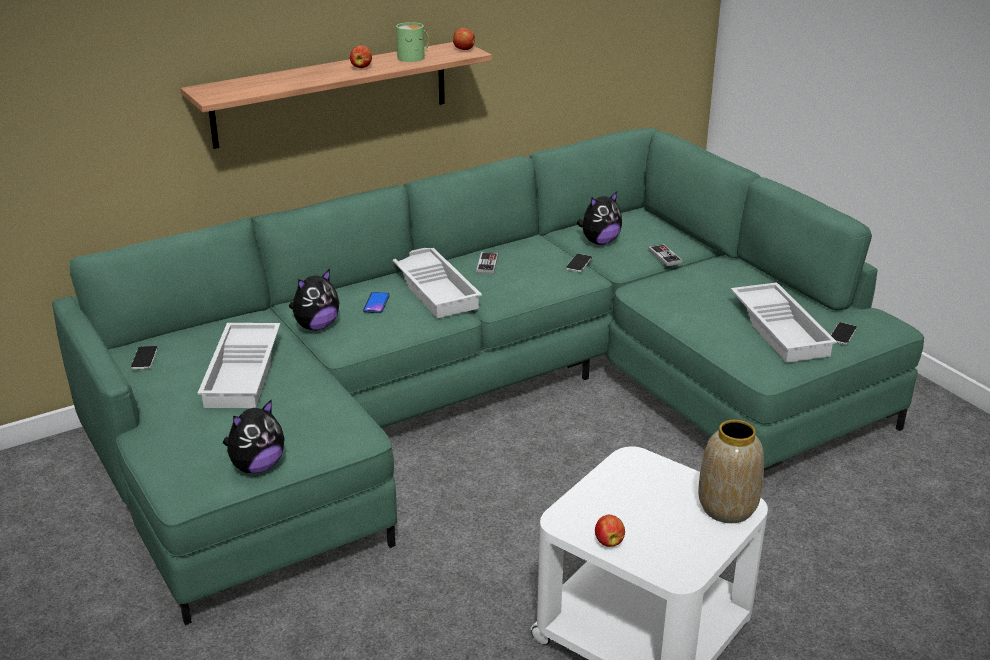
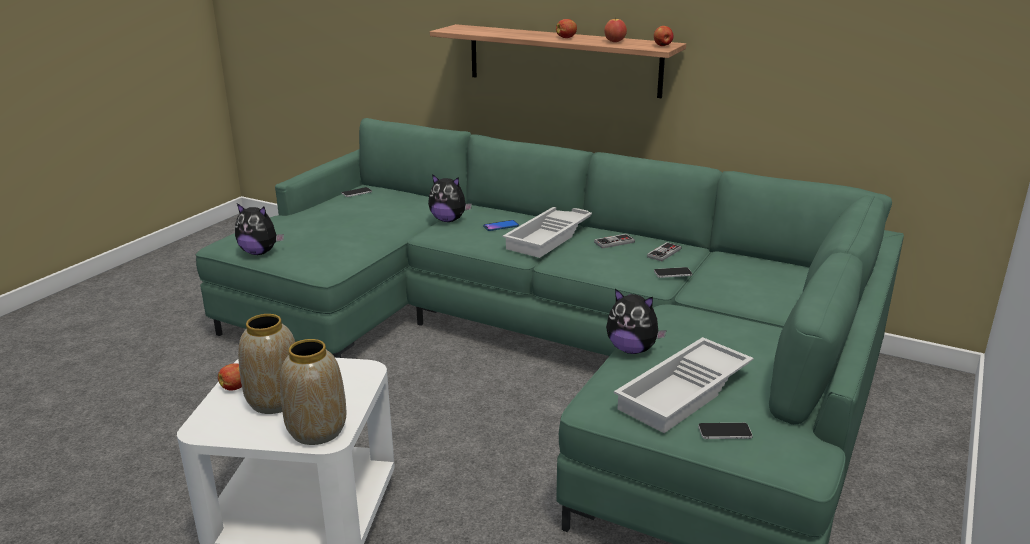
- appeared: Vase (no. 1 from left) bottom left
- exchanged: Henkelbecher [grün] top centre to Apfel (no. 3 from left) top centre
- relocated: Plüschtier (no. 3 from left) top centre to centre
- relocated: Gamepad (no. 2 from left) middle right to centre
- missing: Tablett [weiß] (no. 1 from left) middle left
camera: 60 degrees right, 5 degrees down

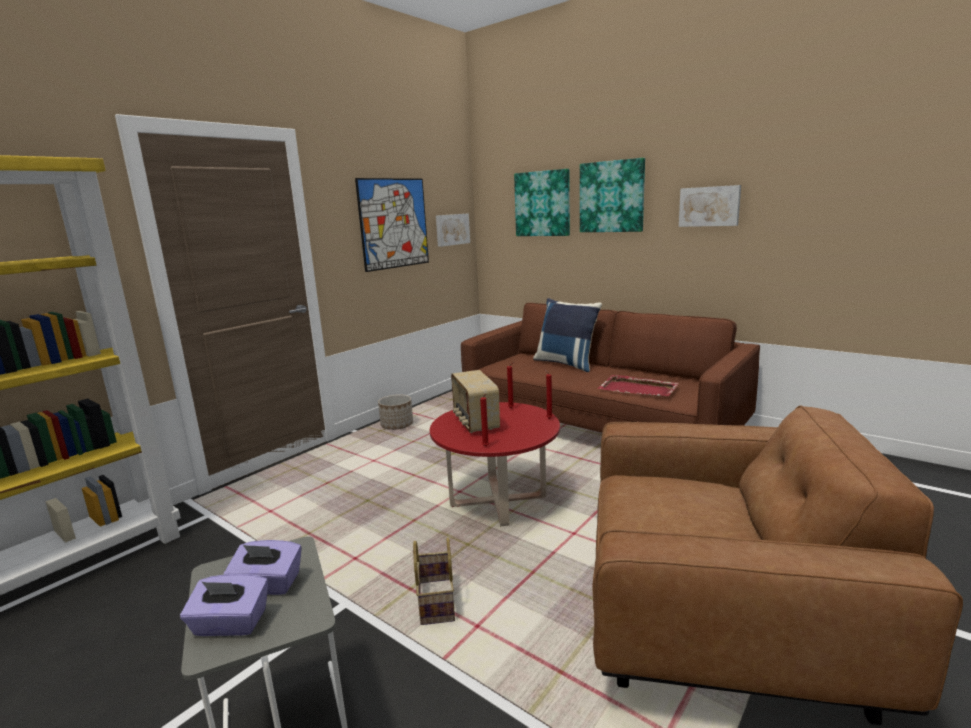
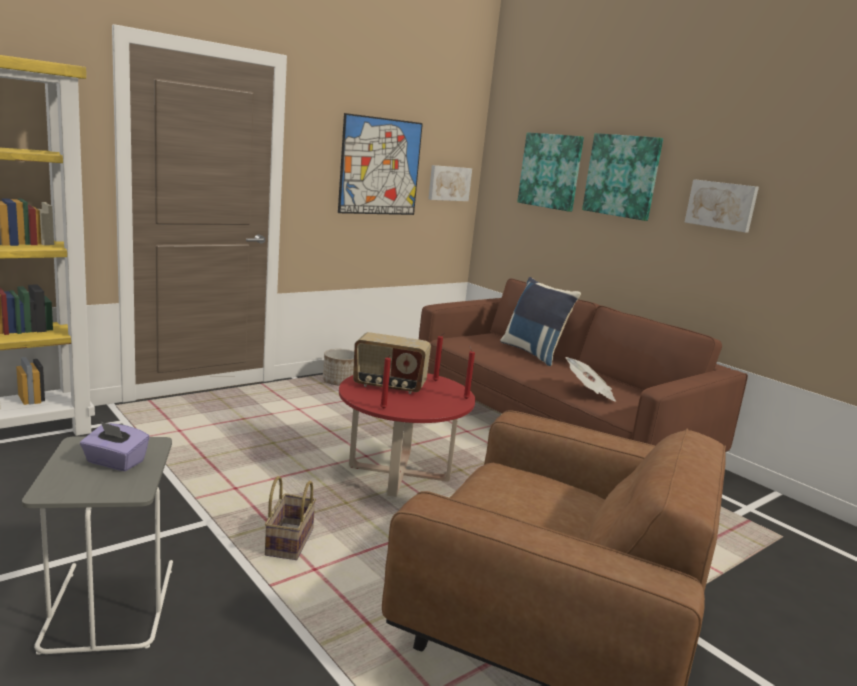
- spun: Radio centre = centre 75 degrees counterclockwise
- exchanged: Tablett [rot] centre to Zeitung middle right
- missing: Taschentuchbox [lila] (no. 1 from left) bottom left
camera: 10 degrees right, 0 degrees up

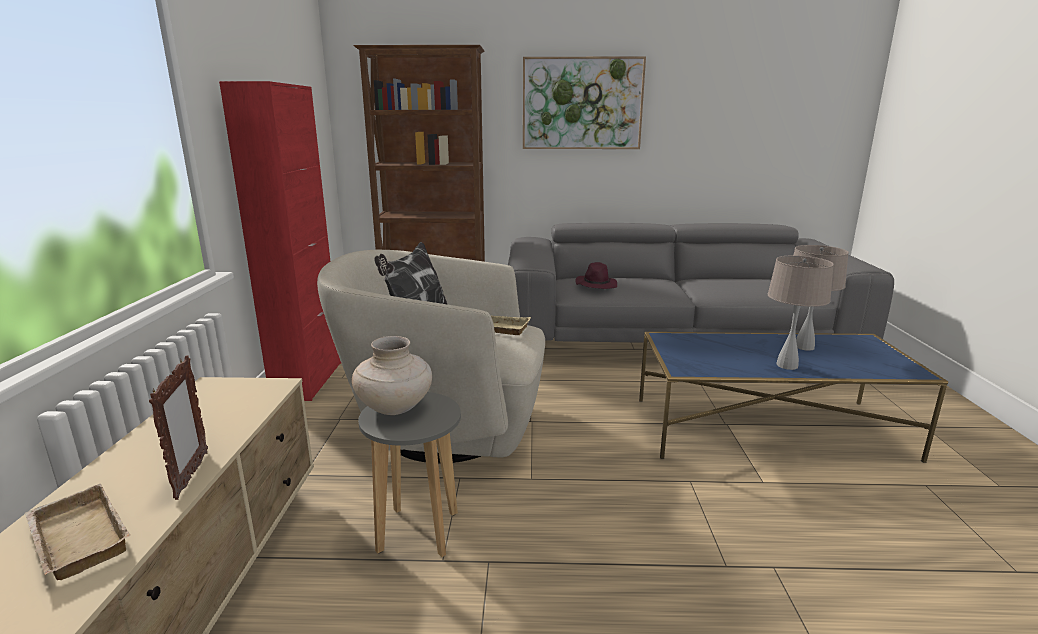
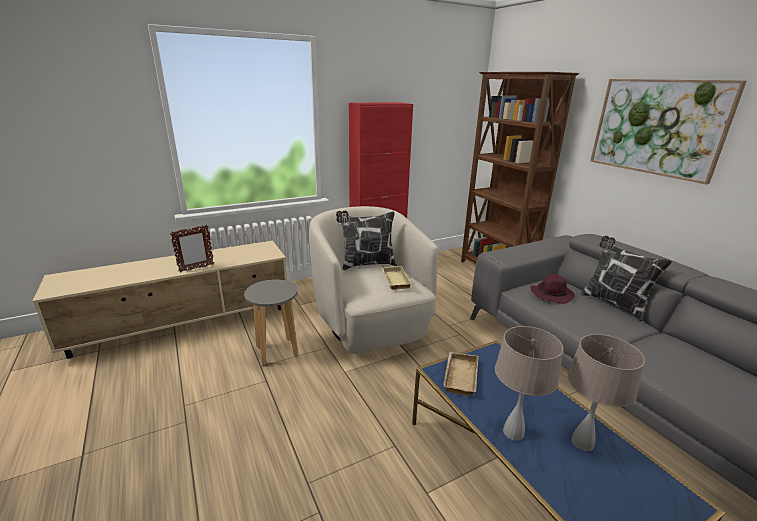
- relocated: Tablett [beige] (no. 1 from left in the first image) bottom left to Tablett [beige] (no. 2 from left) bottom centre
- appeared: Kissen (no. 2 from left) middle right
- missing: Vase [beige] centre
camera: 60 degrees right, 5 degrees up

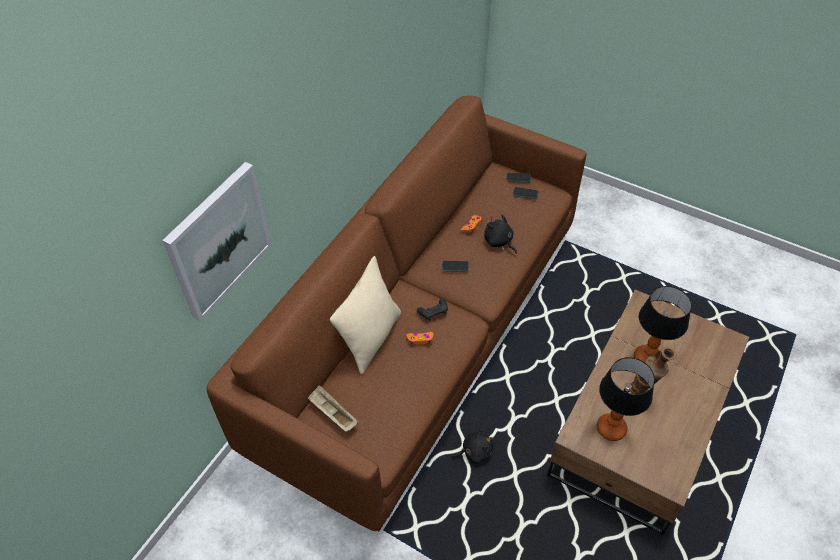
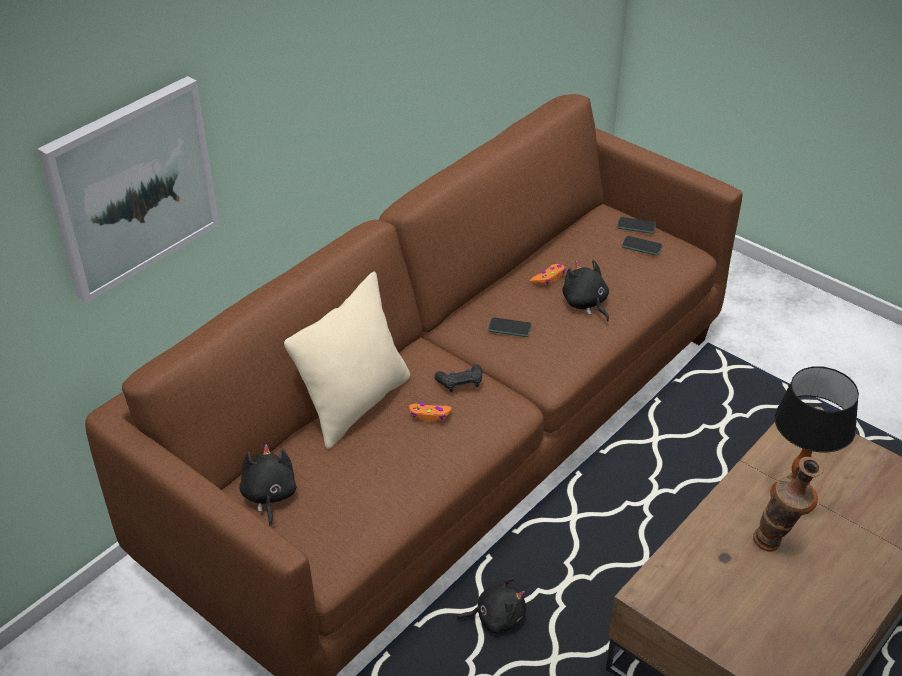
- exchanged: Tablett [beige] bottom centre to Plüschtier [schwarz] (no. 1 from left) bottom left
- missing: Tischlampe (no. 1 from left) bottom right
camera: 10 degrees right, 10 degrees down

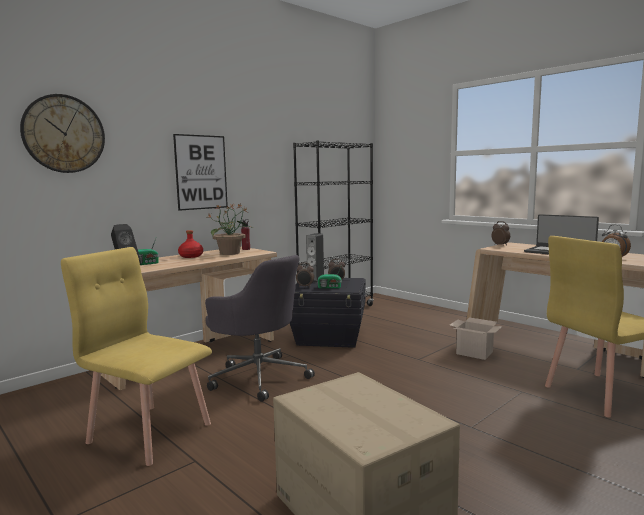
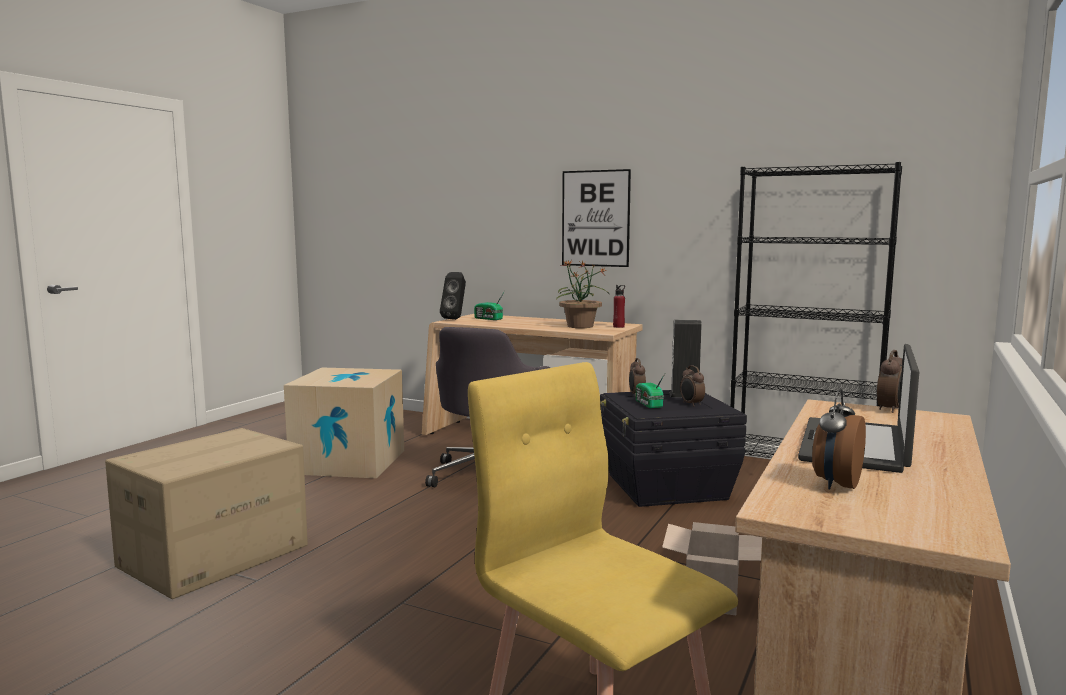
- exchanged: Stuhl [gelb] (no. 1 from left) bottom left to Karton (no. 2 from left) middle left
- missing: Wanduhr top left
- missing: Flasche [rot] (no. 1 from left) middle left
camera: 70 degrees right, 0 degrees up

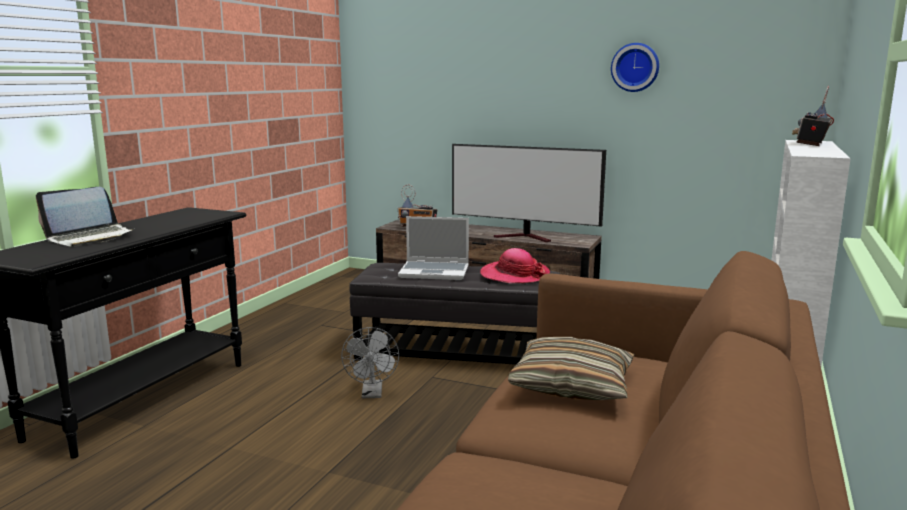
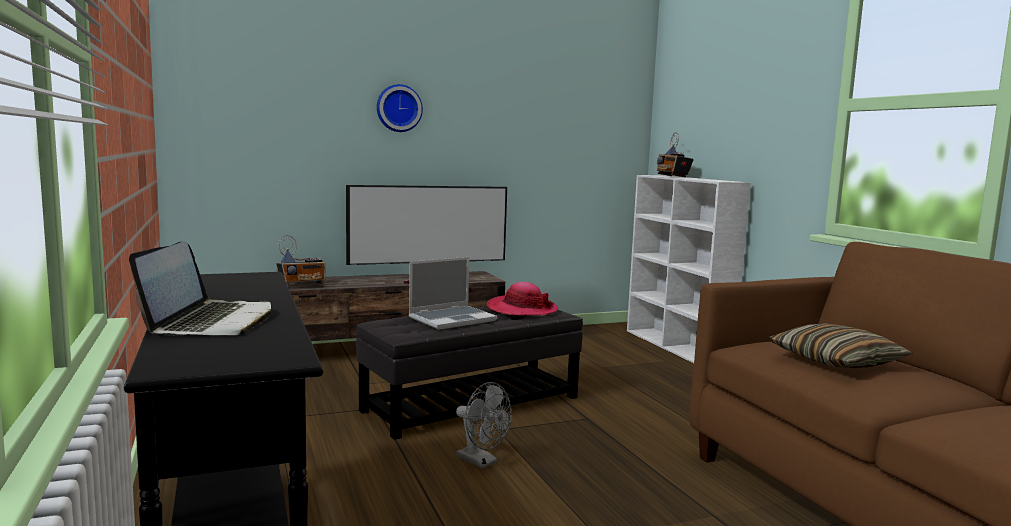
- relocated: Wanduhr top right to top centre
camera: 45 degrees left, 5 degrees down

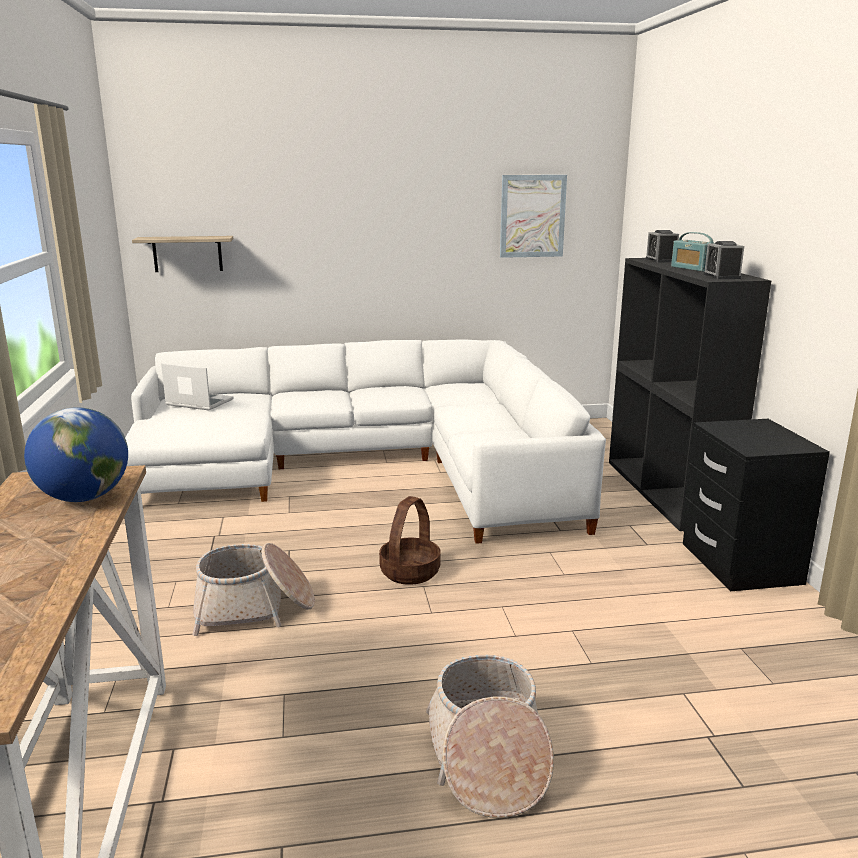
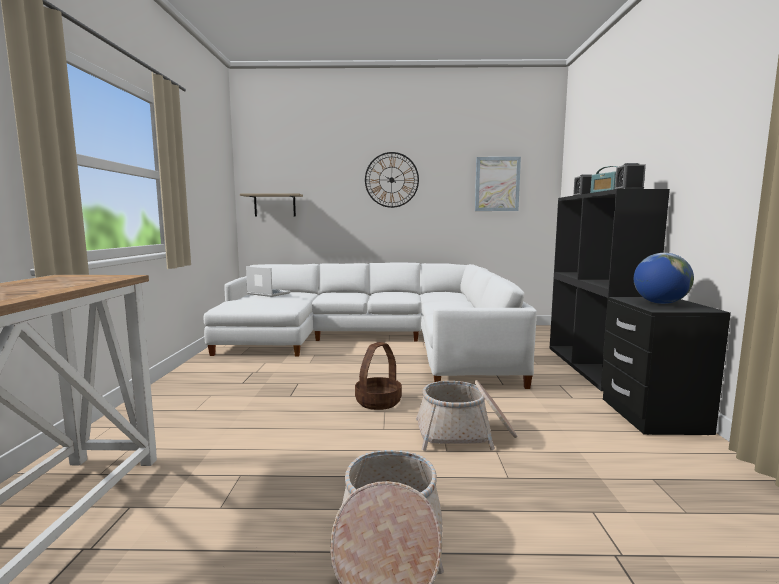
- appeared: Wanduhr top centre
- relocated: Korb (no. 1 from left in the first image) bottom left to Korb (no. 3 from left) bottom centre
- relocated: Globus middle left to middle right
camera: 10 degrees right, 10 degrees down

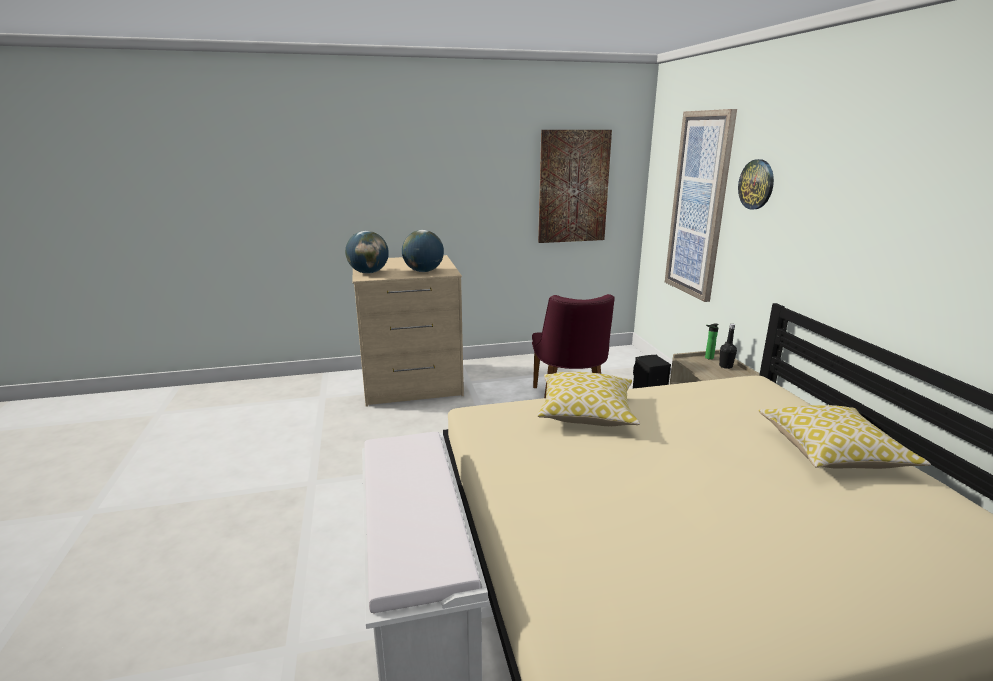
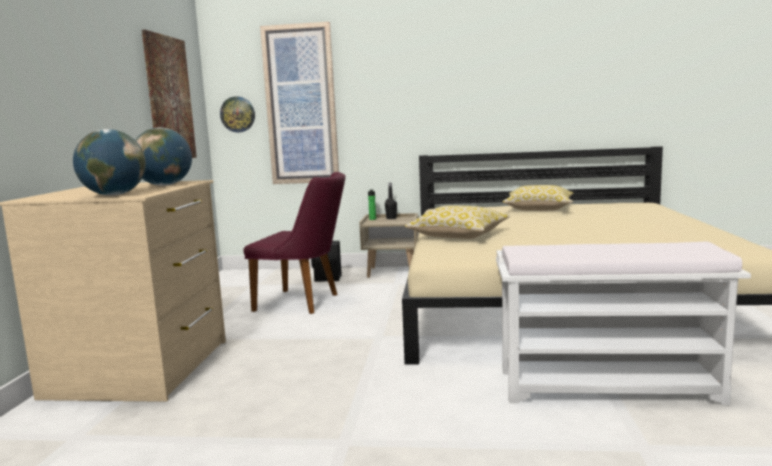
- relocated: Wanduhr top right to top left
camera: 70 degrees left, 10 degrees down

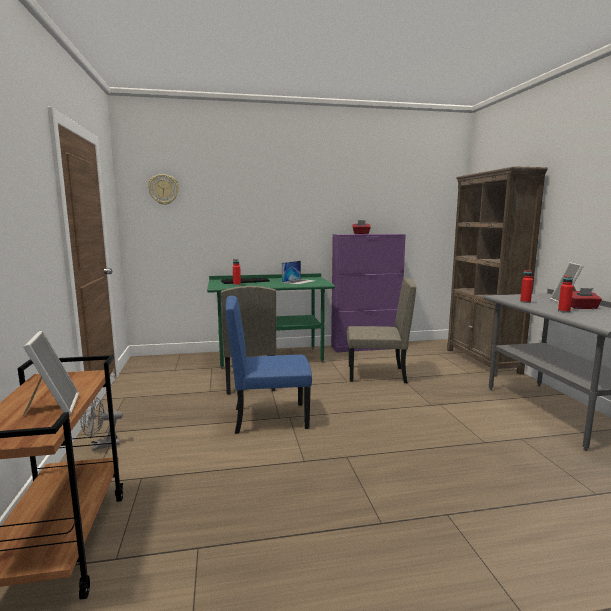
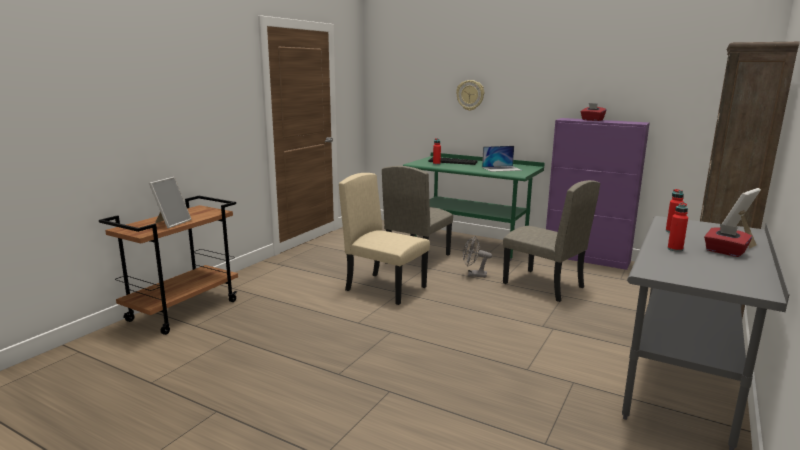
- colour: Stuhl [blau] centre to Stuhl [beige] (no. 1 from left) centre
- relocated: Wanduhr top left to top centre
- relocated: Ventilator [grau] bottom left to centre
camera: 40 degrees right, 5 degrees up

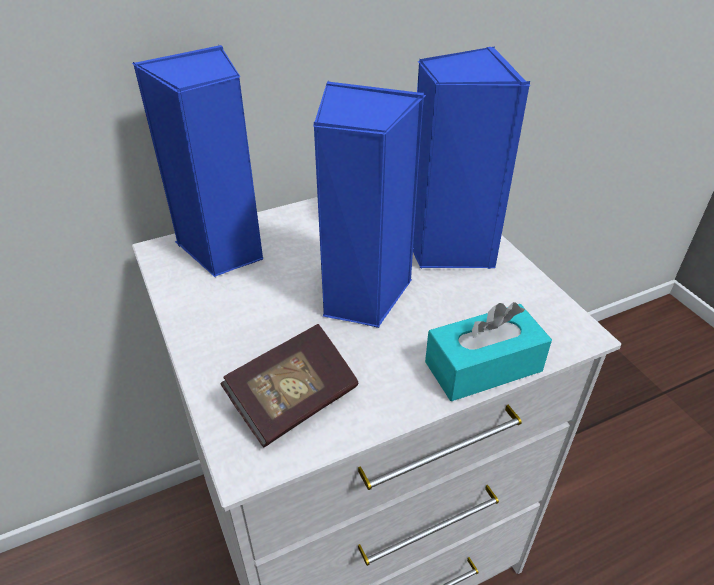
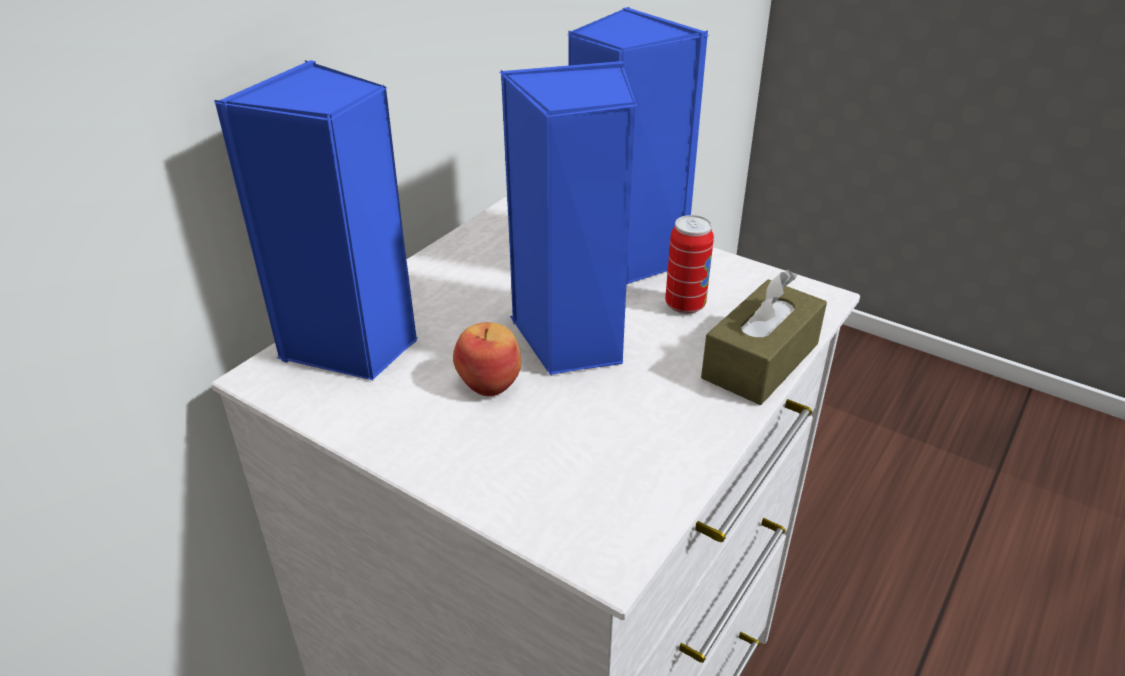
- appeared: Apfel centre
- appeared: Dose centre
- colour: Taschentuchbox [türkis] middle right to Taschentuchbox [braun] middle right
- missing: Buch centre
camera: 30 degrees left, 5 degrees down

